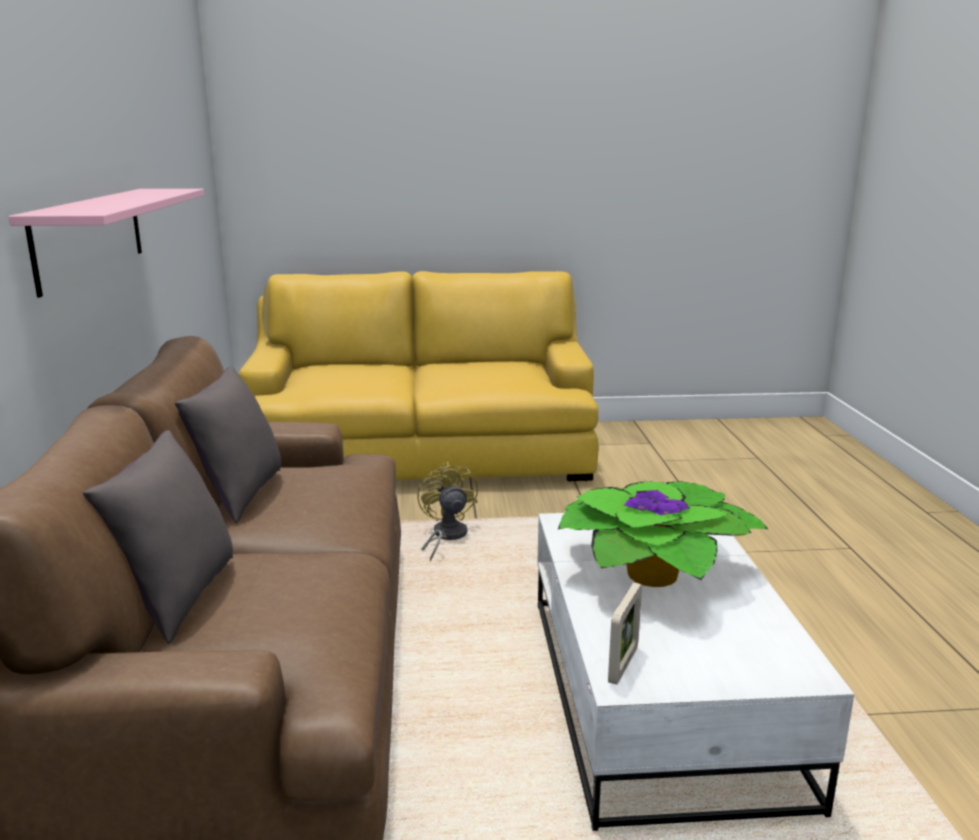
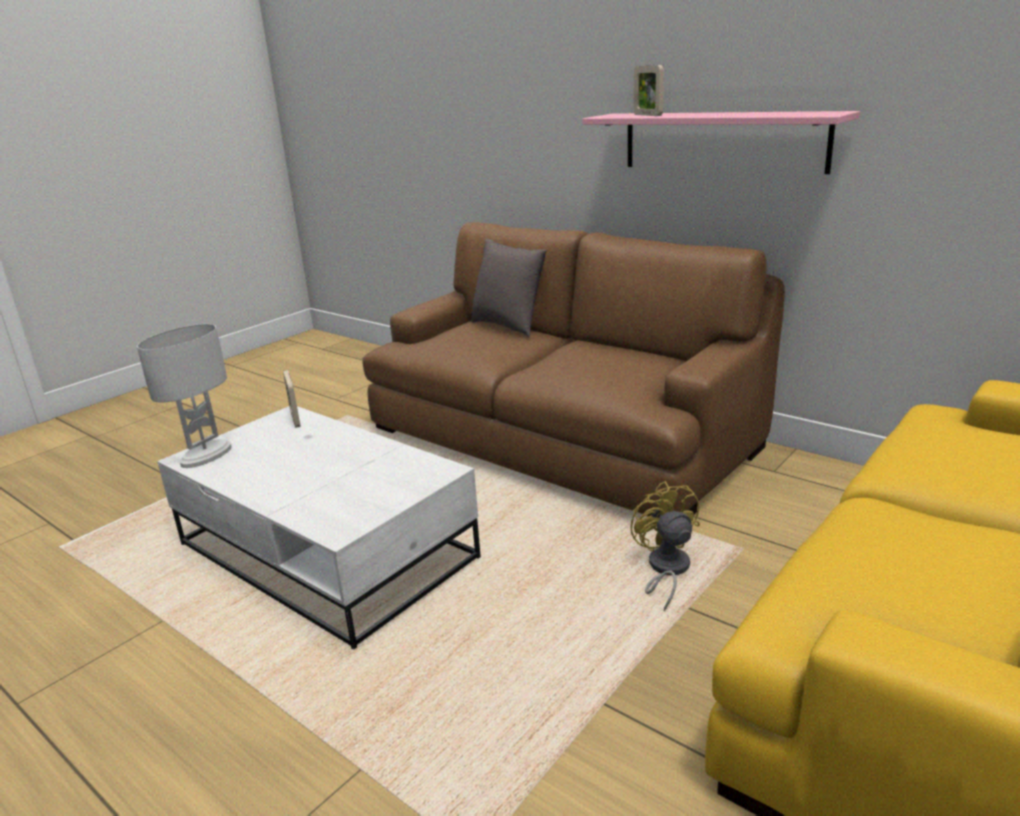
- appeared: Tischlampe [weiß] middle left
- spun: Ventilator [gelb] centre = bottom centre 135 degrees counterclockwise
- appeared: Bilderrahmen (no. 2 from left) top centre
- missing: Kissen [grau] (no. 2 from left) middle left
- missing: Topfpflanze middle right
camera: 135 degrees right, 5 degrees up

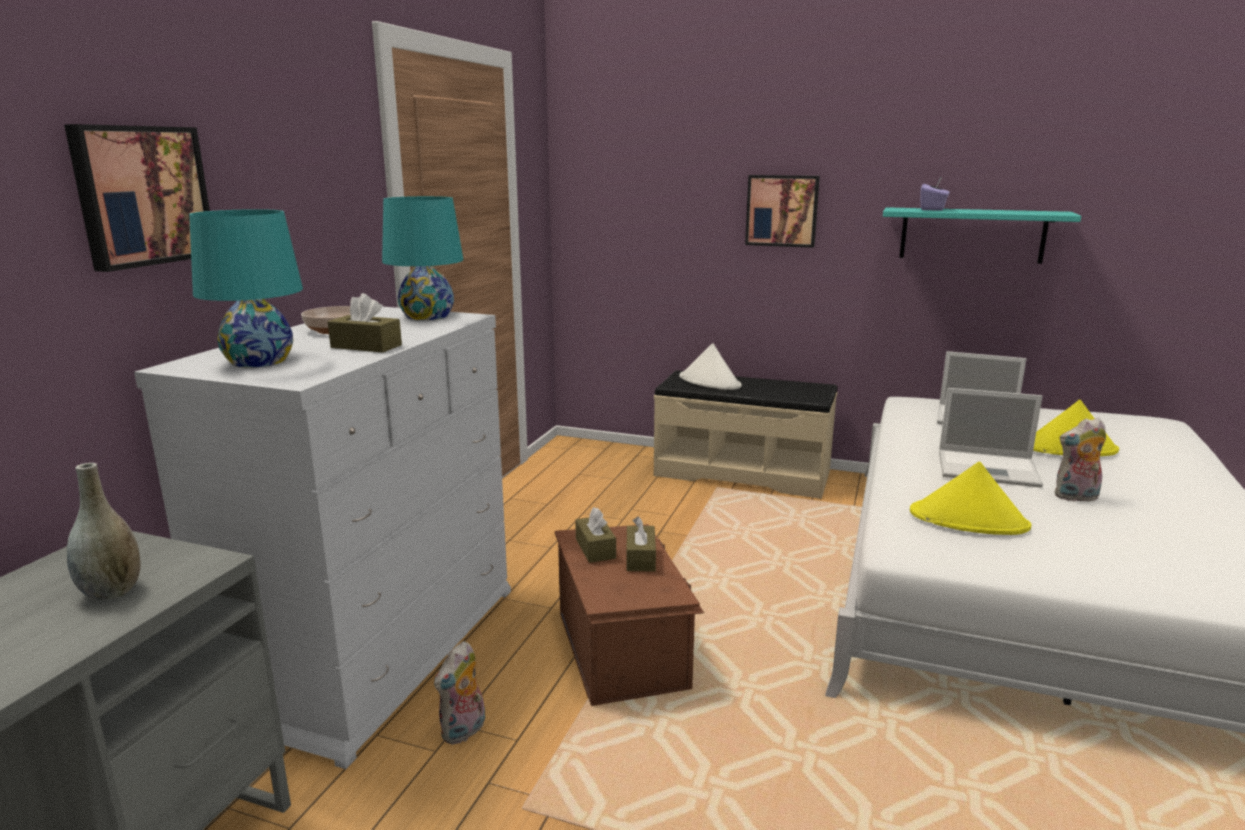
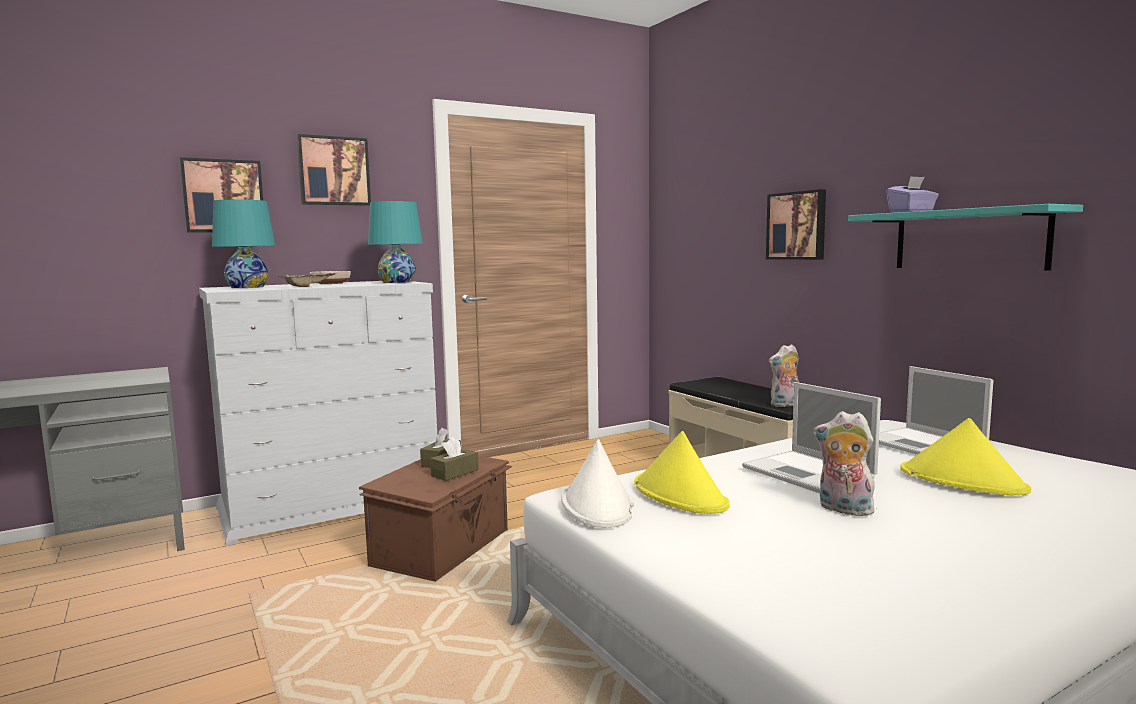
- exchanged: Taschentuchbox [braun] (no. 1 from left) middle left to Tablett [beige] middle left
- appeared: Bild (no. 2 from left) top left
- relocated: Hut [weiß] centre to bottom centre
- relocated: Plüschtier (no. 1 from left) bottom centre to middle right
- missing: Vase [grau] middle left
camera: 40 degrees right, 10 degrees down

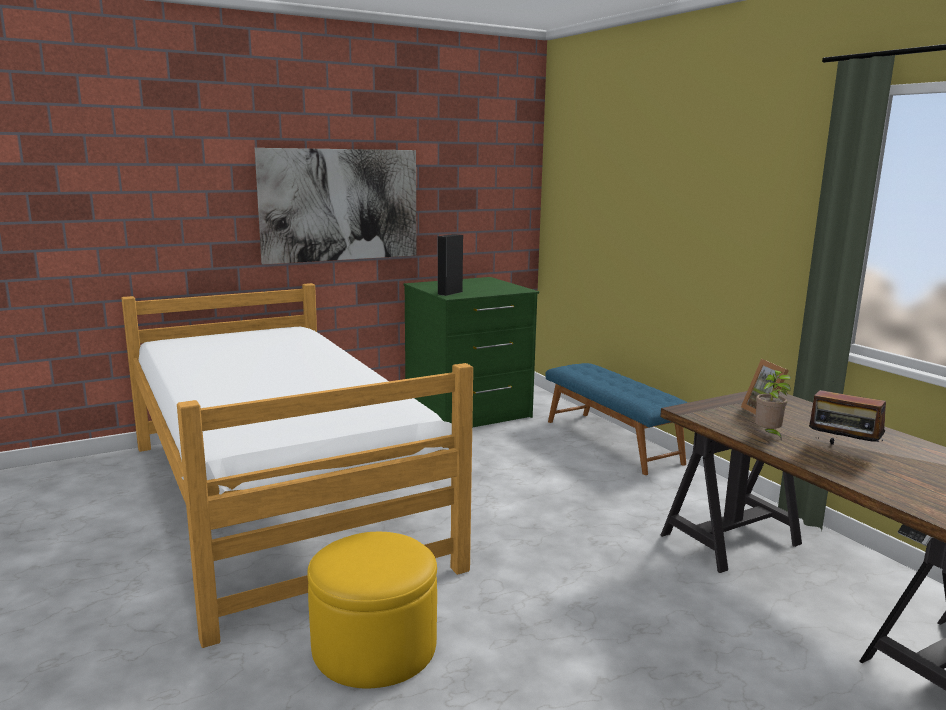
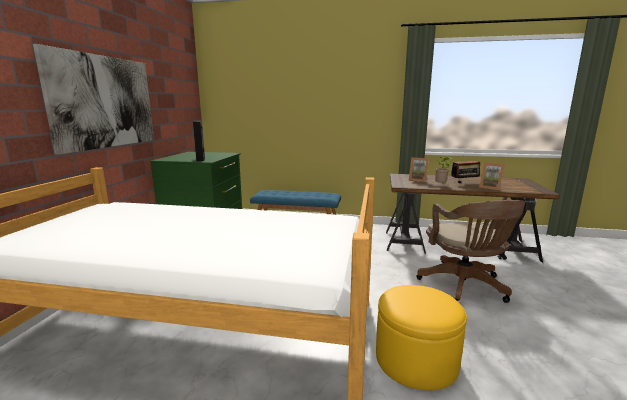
- appeared: Bürostuhl [braun] middle right
- appeared: Bilderrahmen (no. 2 from left) middle right
camera: 50 degrees left, 0 degrees up

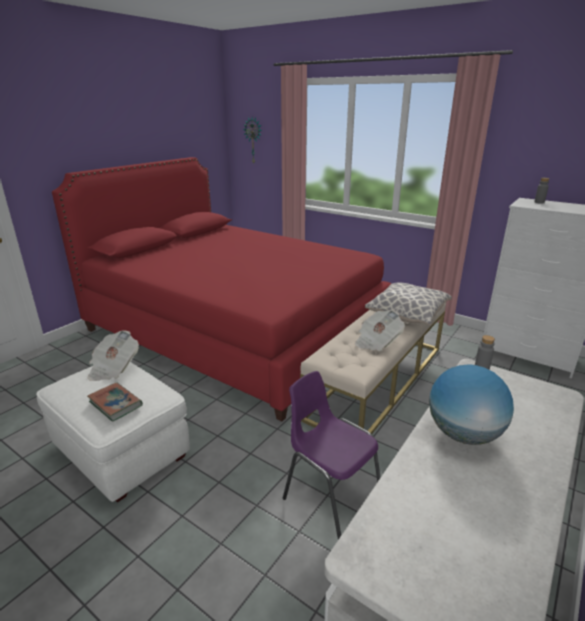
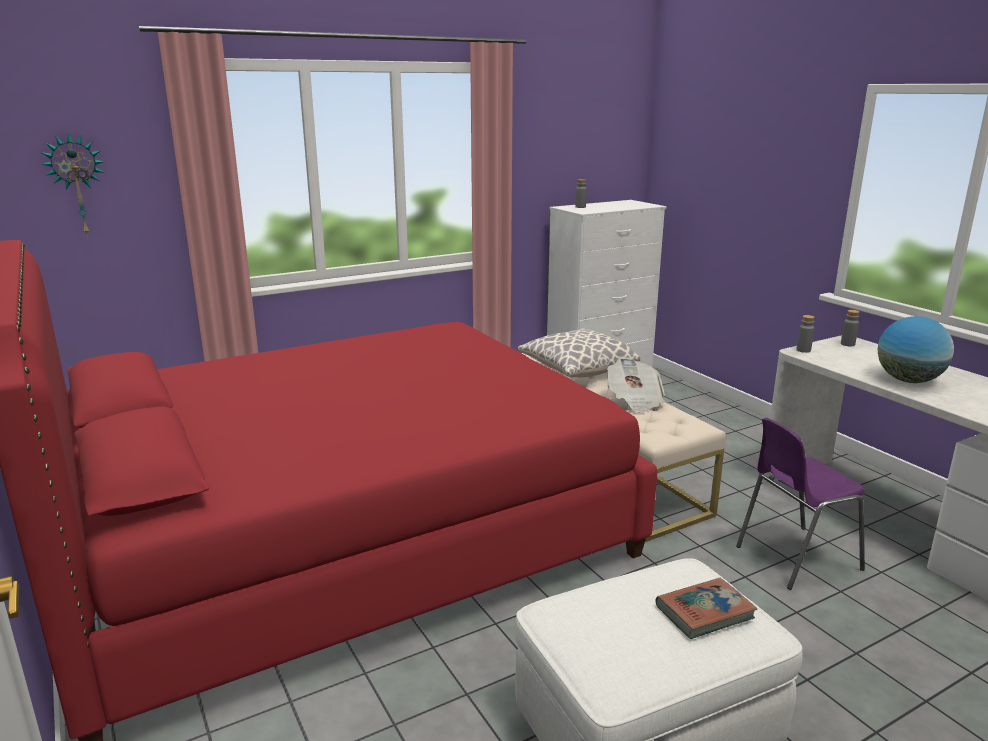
- appeared: Flasche [grau] (no. 3 from left) middle right
- missing: Zeitung (no. 1 from left) middle left
camera: 65 degrees left, 5 degrees down

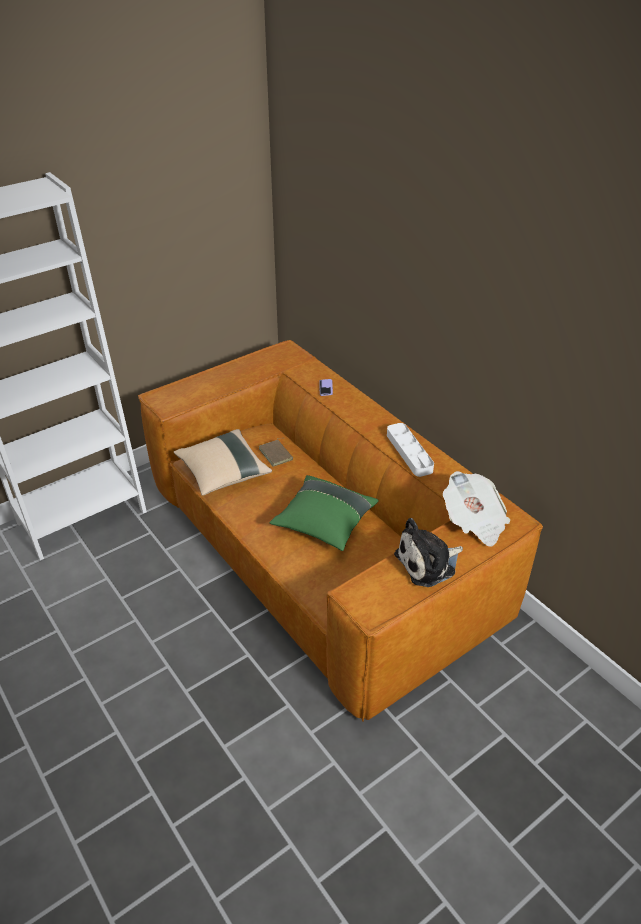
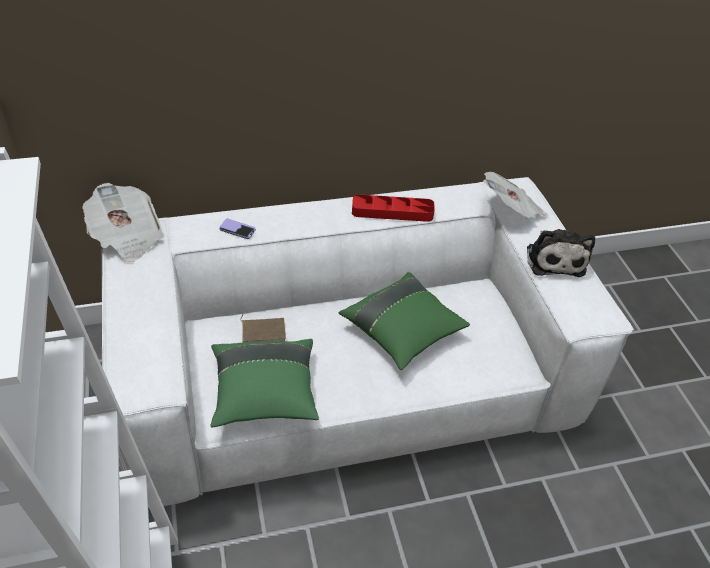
- appeared: Zeitung (no. 1 from left) middle left
- colour: Sofa [braun] centre to Sofa [weiß] centre
- colour: Kissen [beige] centre to Kissen [grün] (no. 1 from left) bottom centre
- colour: Tablett [weiß] centre to Tablett [rot] centre
camera: 70 degrees left, 5 degrees up

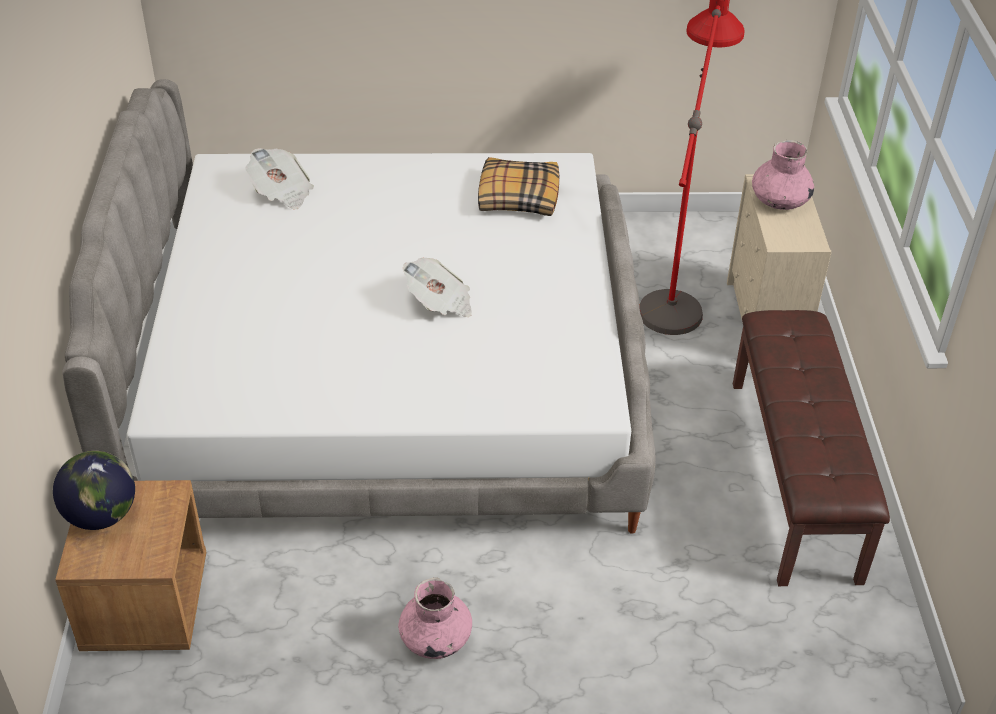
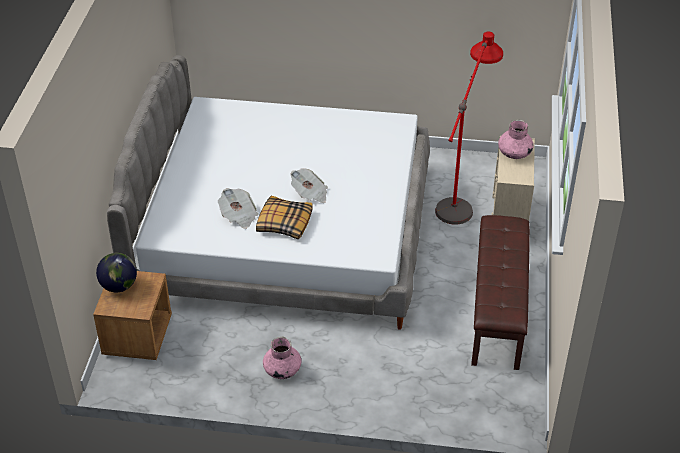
- relocated: Zeitung (no. 1 from left) top left to centre
- relocated: Kissen top centre to centre
camera: 10 degrees right, 0 degrees up

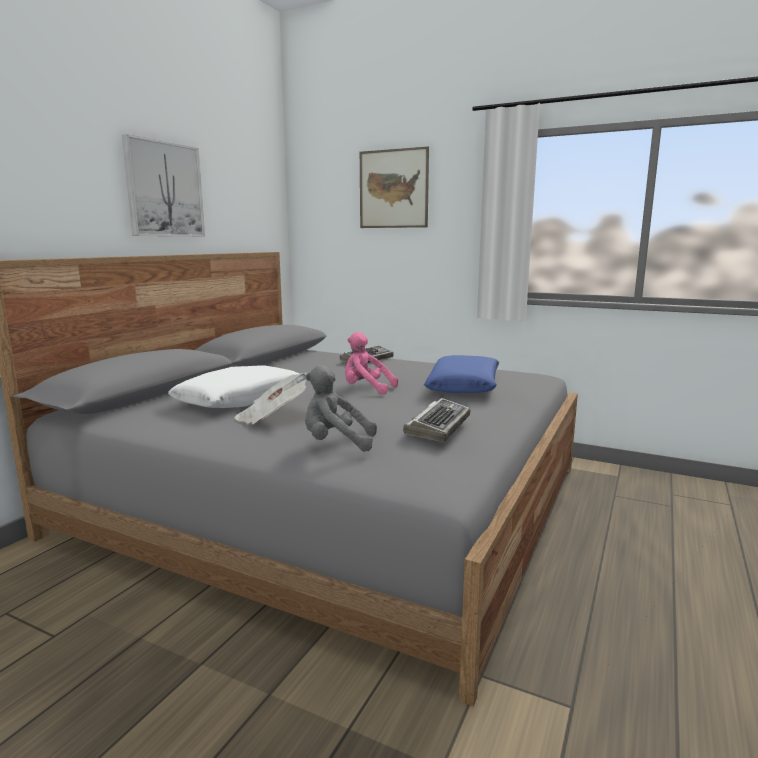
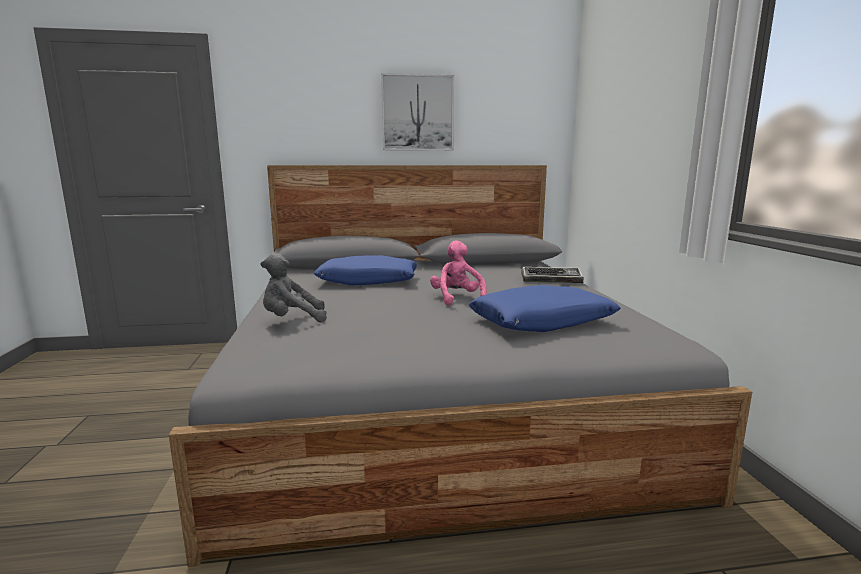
- spun: Plüschtier [grau] centre = centre 75 degrees counterclockwise
- colour: Kissen [weiß] middle left to Kissen [blau] (no. 1 from left) centre
- missing: Zeitung centre
- missing: Bild (no. 2 from left) top centre
- missing: Tastatur (no. 2 from left) centre
camera: 55 degrees right, 0 degrees up

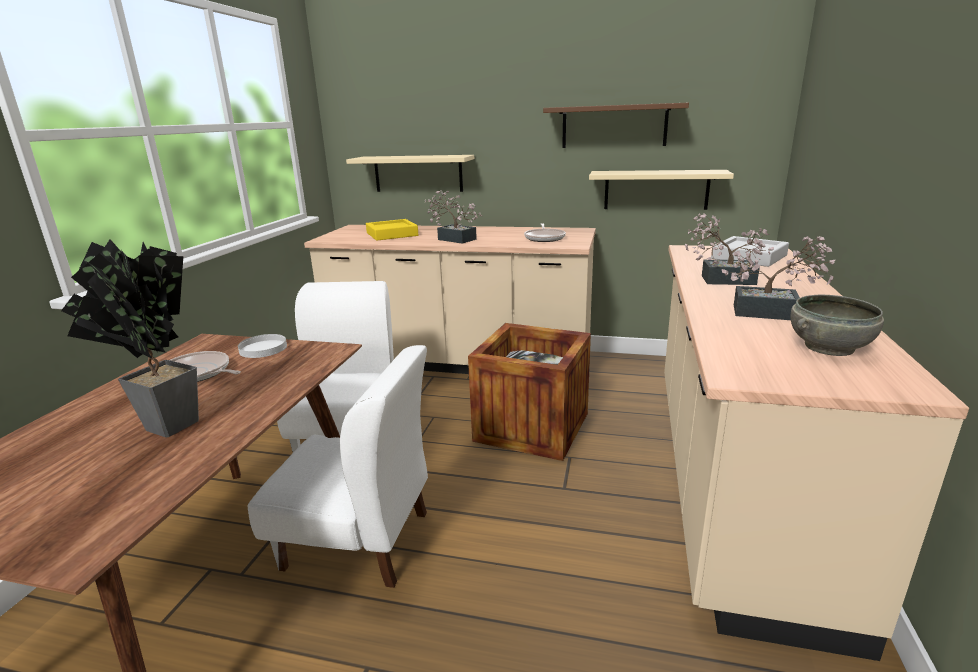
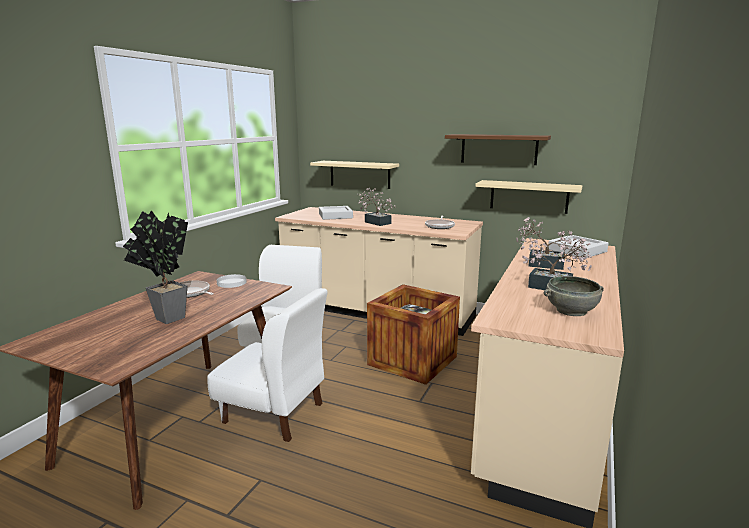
- colour: Tablett [gelb] centre to Tablett [grau] (no. 1 from left) centre
camera: 10 degrees right, 5 degrees down

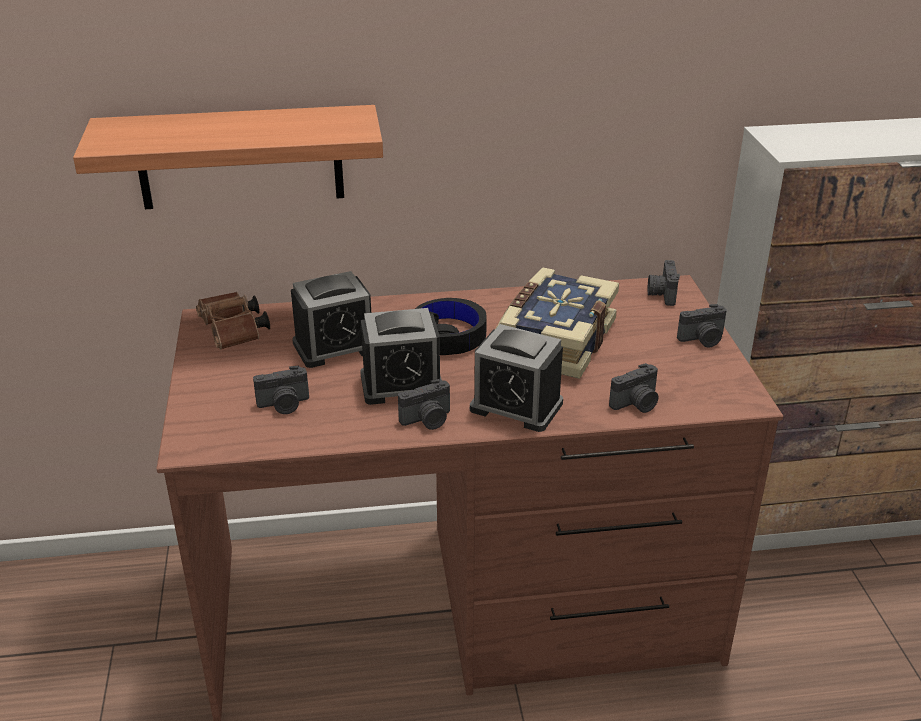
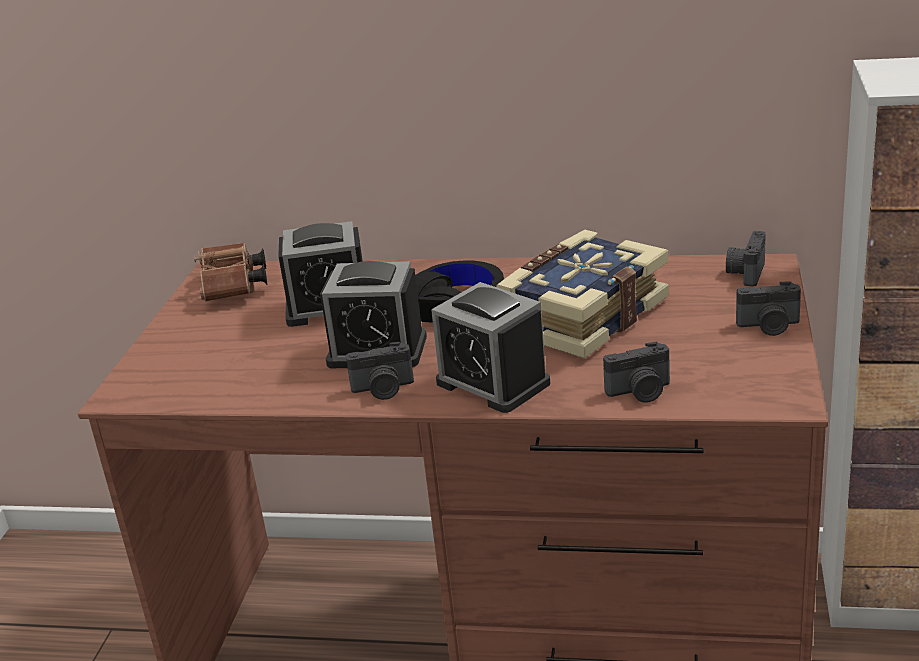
- missing: Wandregal top left
- missing: Kamera (no. 1 from left) middle left
camera: 20 degrees right, 5 degrees down

